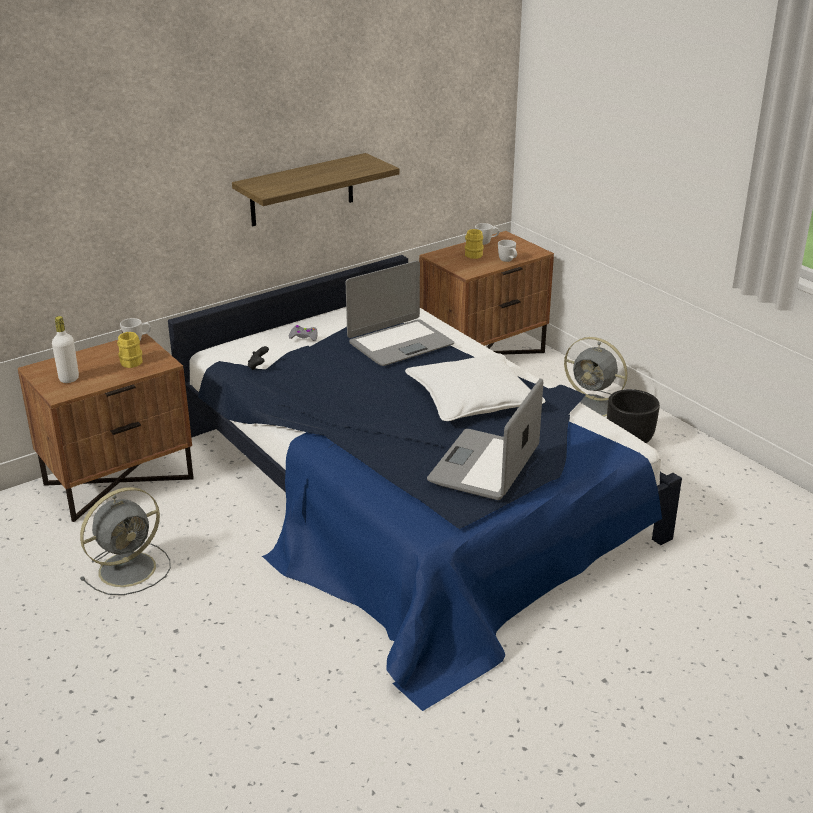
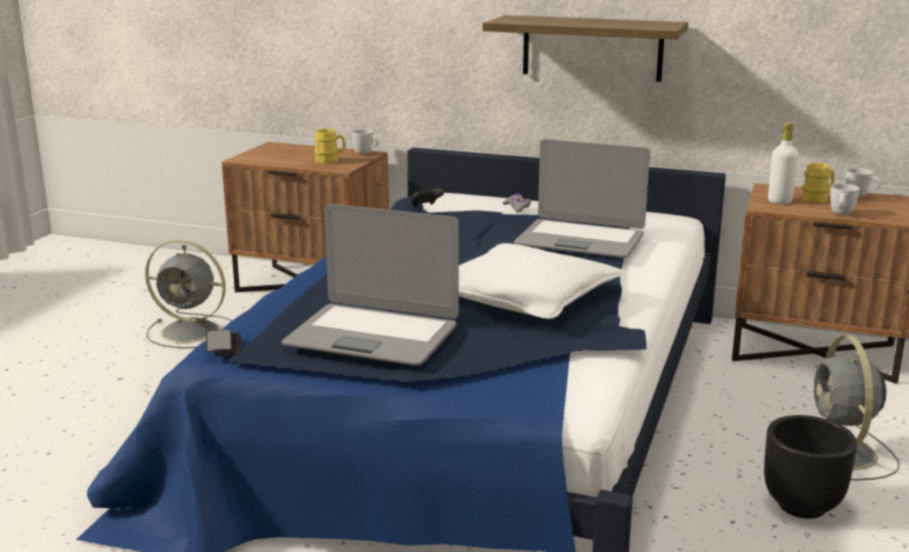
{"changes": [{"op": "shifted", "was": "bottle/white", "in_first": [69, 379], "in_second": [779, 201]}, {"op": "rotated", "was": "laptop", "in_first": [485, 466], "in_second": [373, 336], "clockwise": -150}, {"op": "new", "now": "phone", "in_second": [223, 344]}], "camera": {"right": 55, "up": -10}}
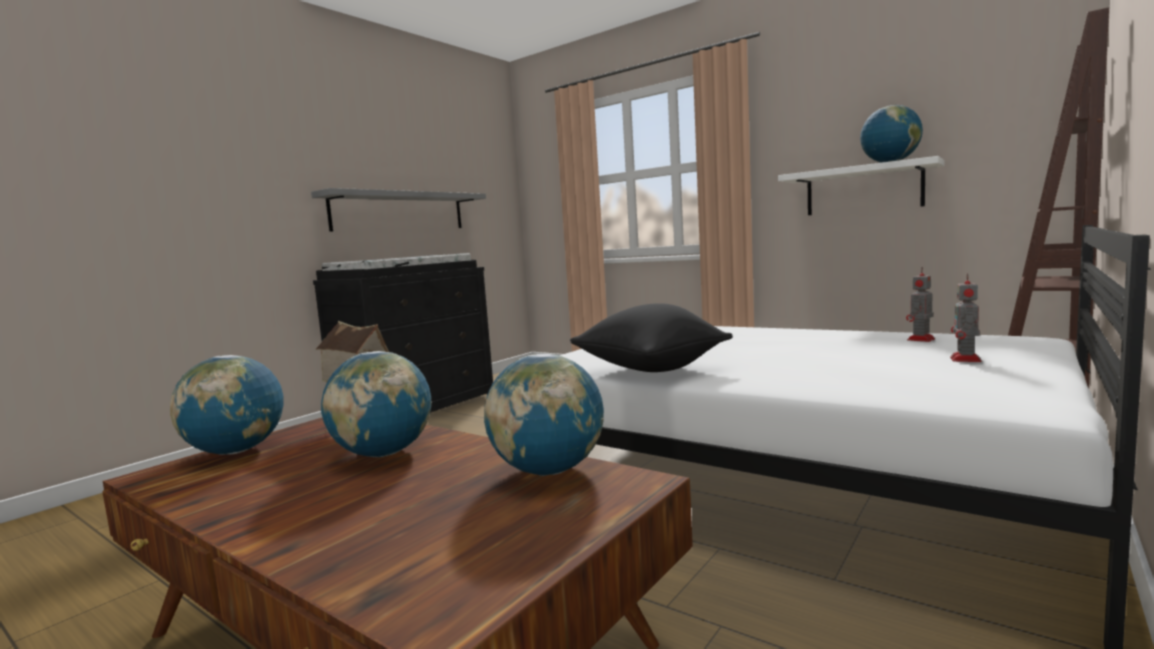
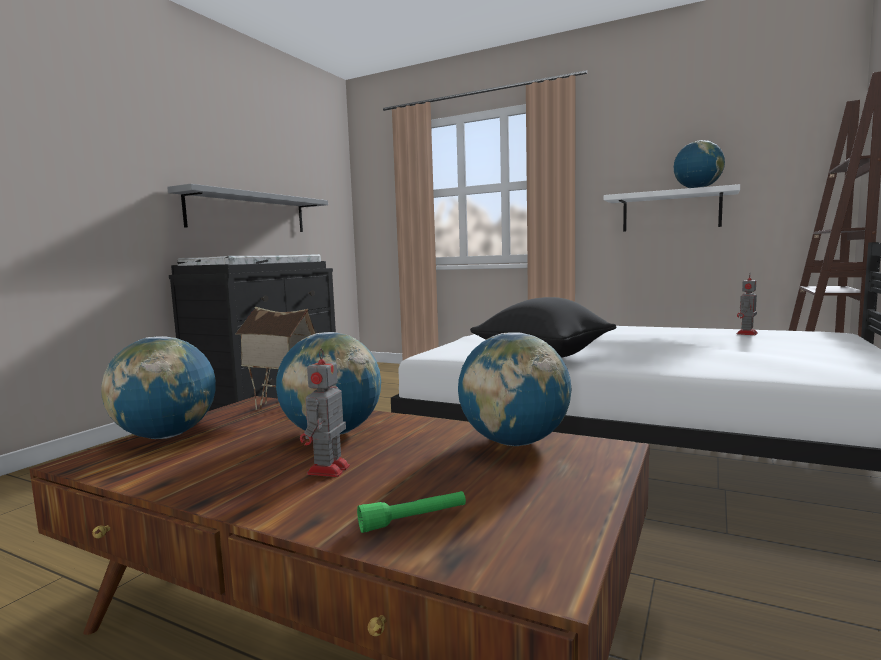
{"changes": [{"op": "shifted", "was": "toy robot", "in_first": [965, 360], "in_second": [327, 471]}, {"op": "new", "now": "flashlight/green", "in_second": [413, 520]}], "camera": {"right": -10, "up": 0}}
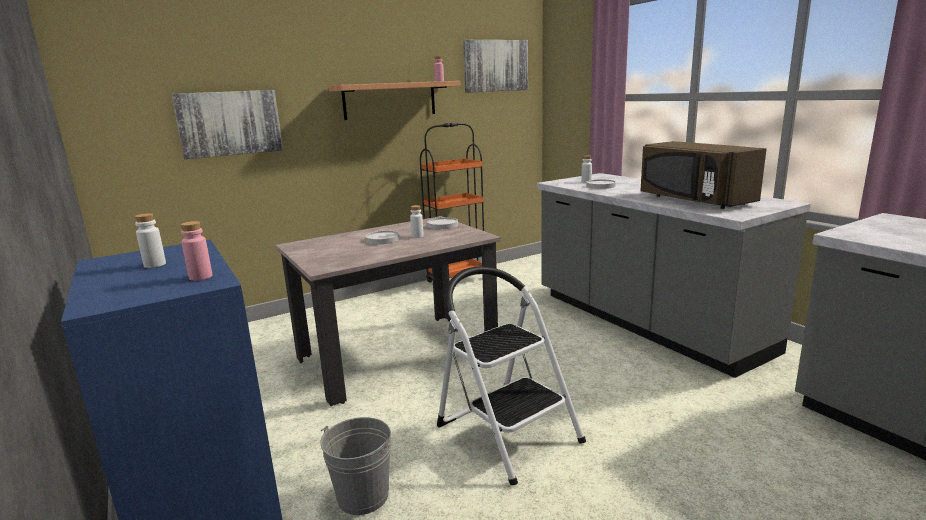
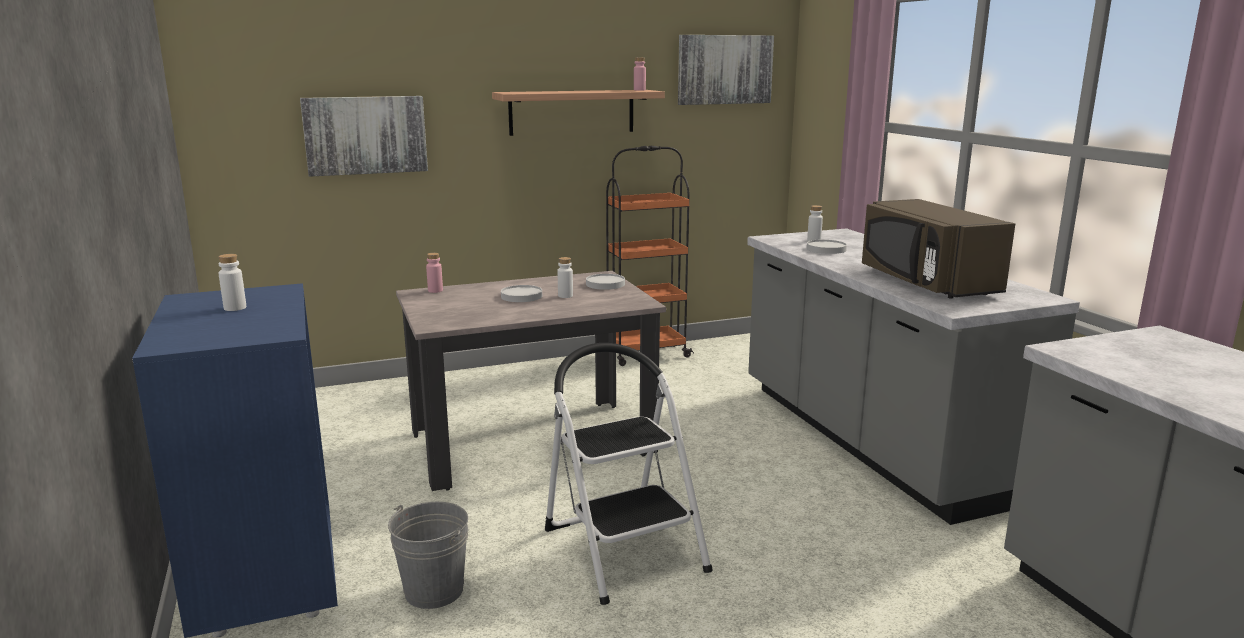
{"changes": [{"op": "shifted", "was": "bottle/pink", "in_first": [200, 277], "in_second": [435, 290]}], "camera": {"right": 10, "up": 0}}
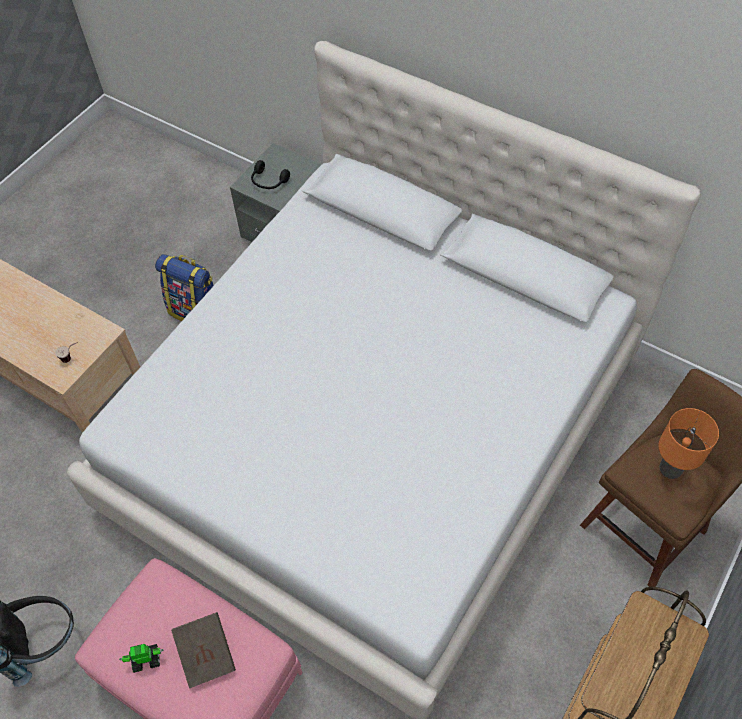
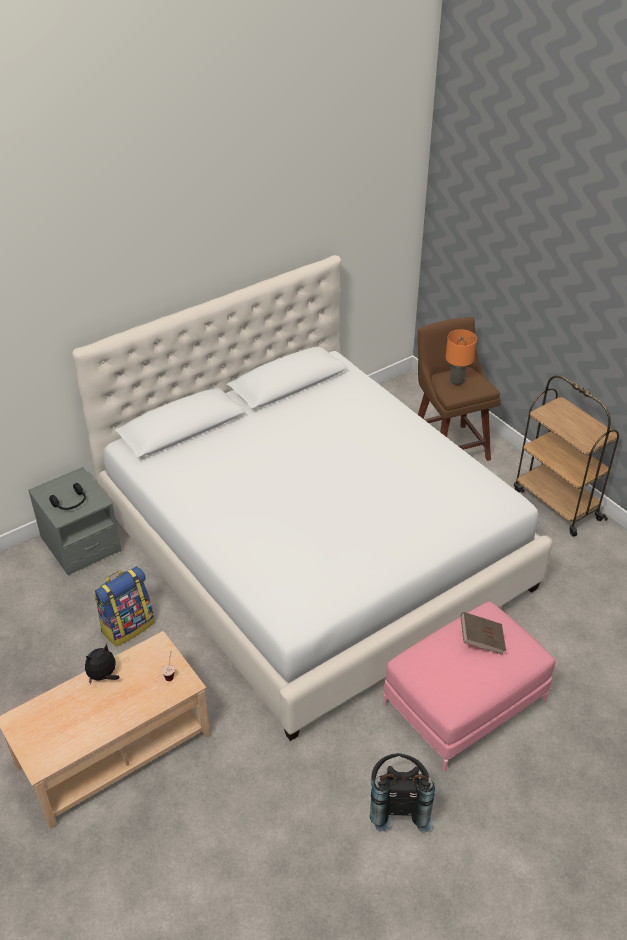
{"changes": [{"op": "gone", "was": "toy robot", "in_first": [145, 659]}, {"op": "new", "now": "plush toy", "in_second": [103, 676]}], "camera": {"right": -70, "up": -15}}
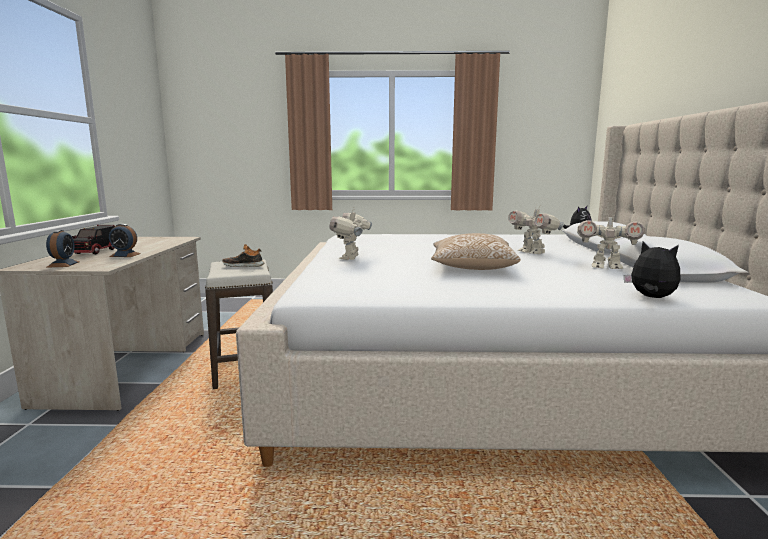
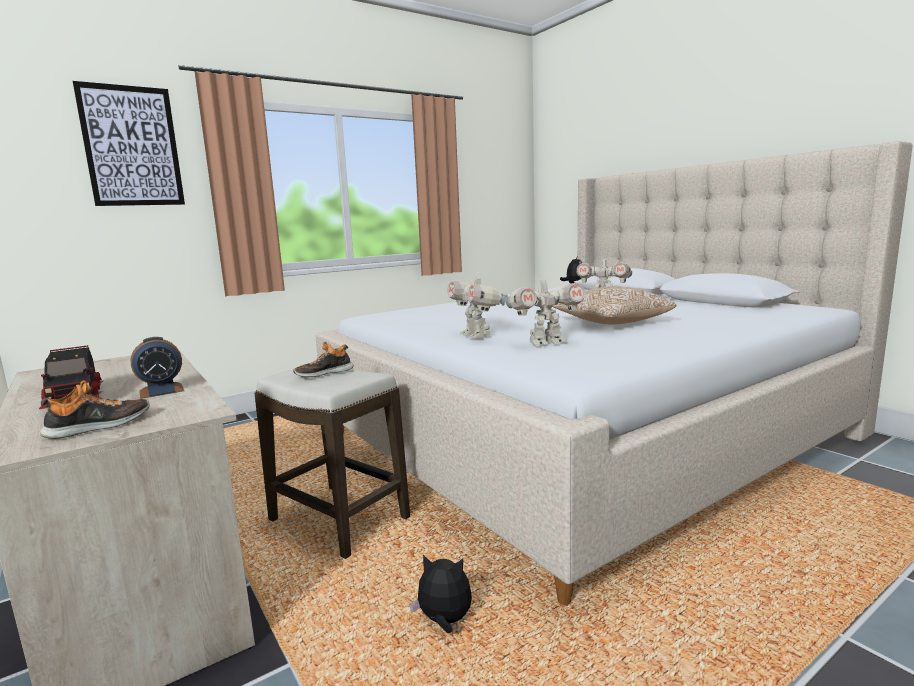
{"changes": [{"op": "swapped", "was": "alarm clock", "now": "shoe", "in_first": [63, 264], "in_second": [99, 426]}, {"op": "shifted", "was": "toy robot", "in_first": [605, 267], "in_second": [545, 343]}, {"op": "shifted", "was": "plush toy", "in_first": [651, 297], "in_second": [444, 621]}, {"op": "new", "now": "picture", "in_second": [132, 146]}], "camera": {"right": -35, "up": 0}}
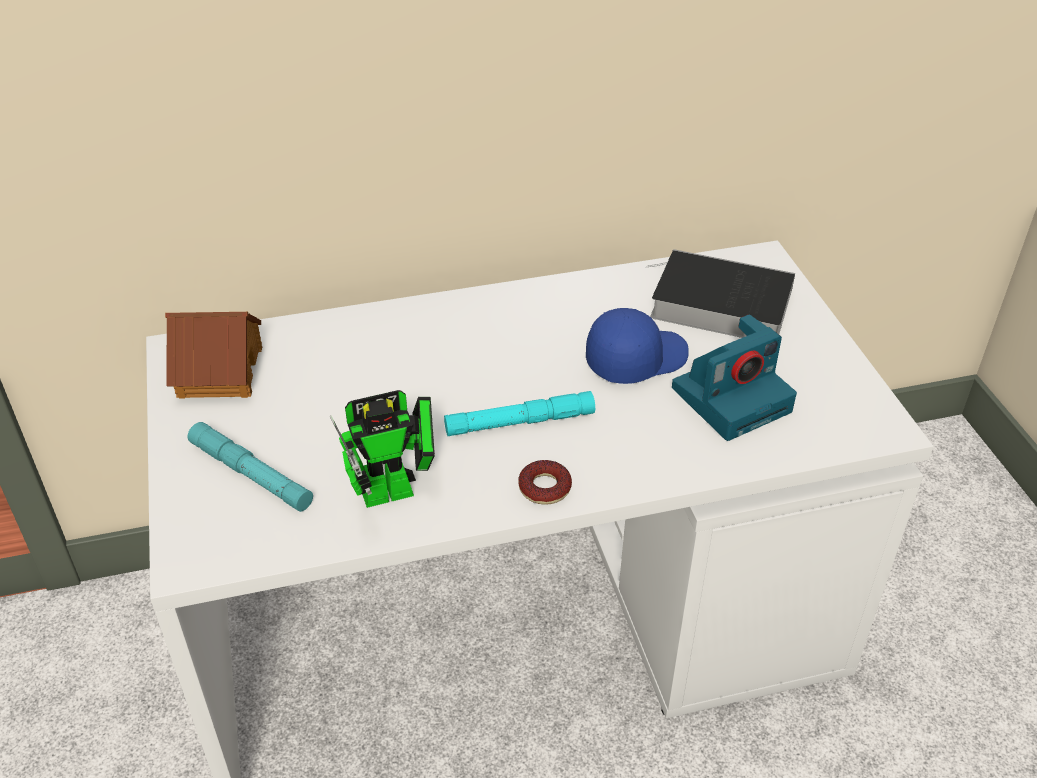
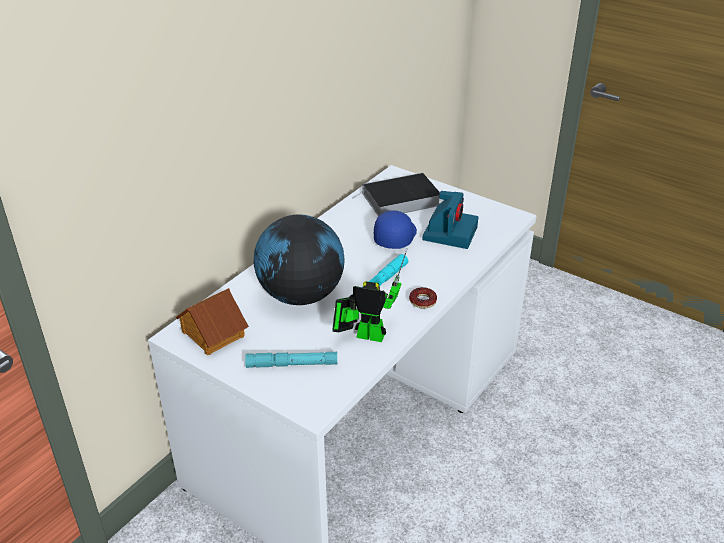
{"changes": [{"op": "rotated", "was": "toy robot", "in_first": [396, 491], "in_second": [365, 335], "clockwise": -105}, {"op": "new", "now": "globe", "in_second": [300, 295]}], "camera": {"right": -40, "up": -5}}
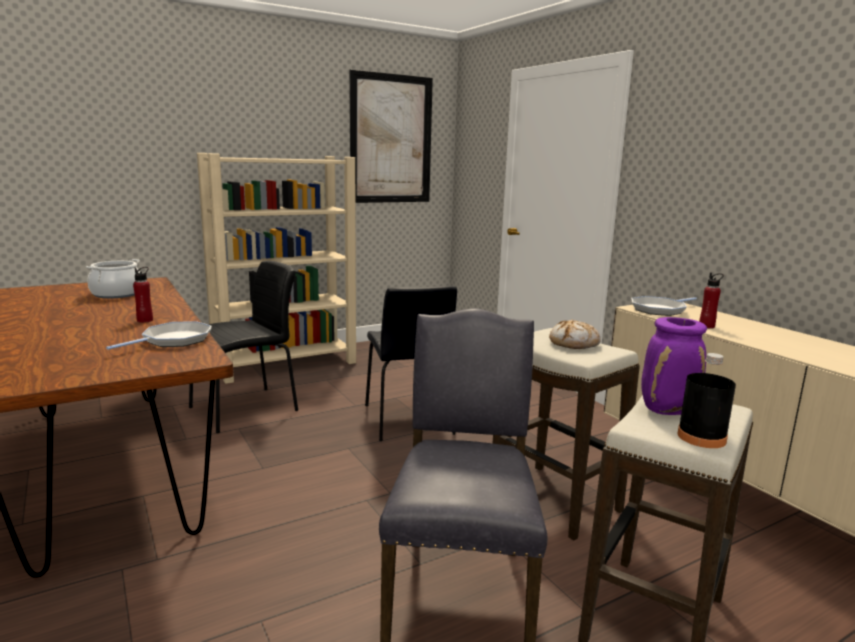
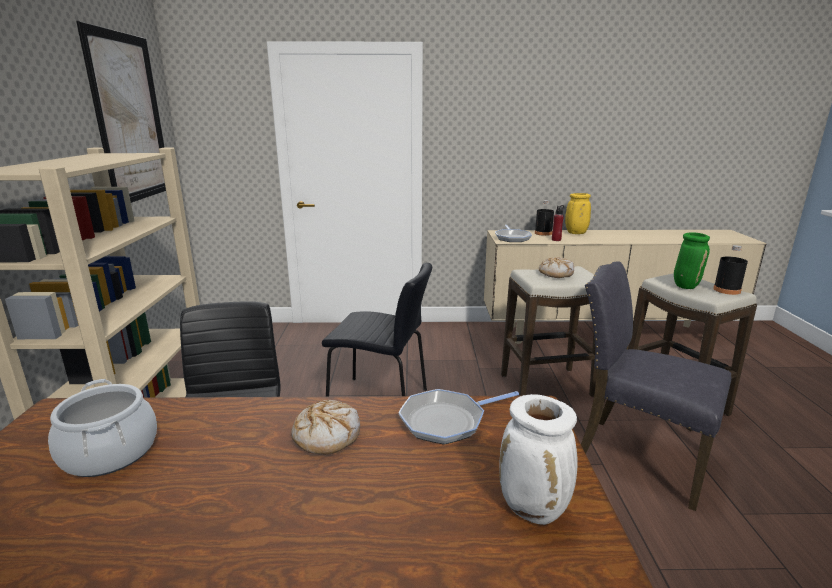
{"changes": [{"op": "rotated", "was": "frying pan", "in_first": [173, 340], "in_second": [447, 421], "clockwise": -90}, {"op": "swapped", "was": "bottle/red", "now": "bread", "in_first": [145, 320], "in_second": [327, 435]}, {"op": "repainted", "was": "vase/purple", "now": "vase/green", "in_first": [668, 410], "in_second": [685, 286]}, {"op": "new", "now": "vase/white", "in_second": [534, 510]}, {"op": "new", "now": "bottle/black", "in_second": [543, 233]}, {"op": "new", "now": "vase/yellow", "in_second": [575, 233]}], "camera": {"right": -60, "up": 5}}
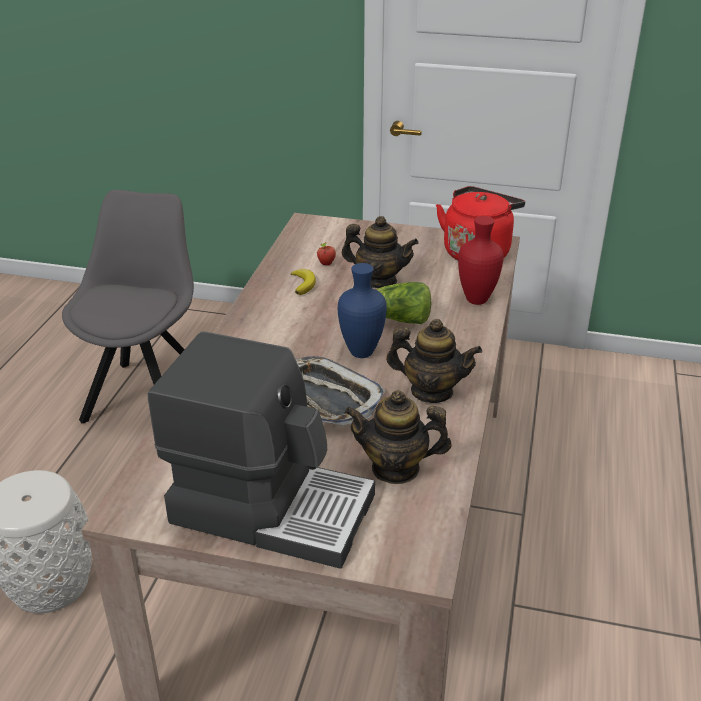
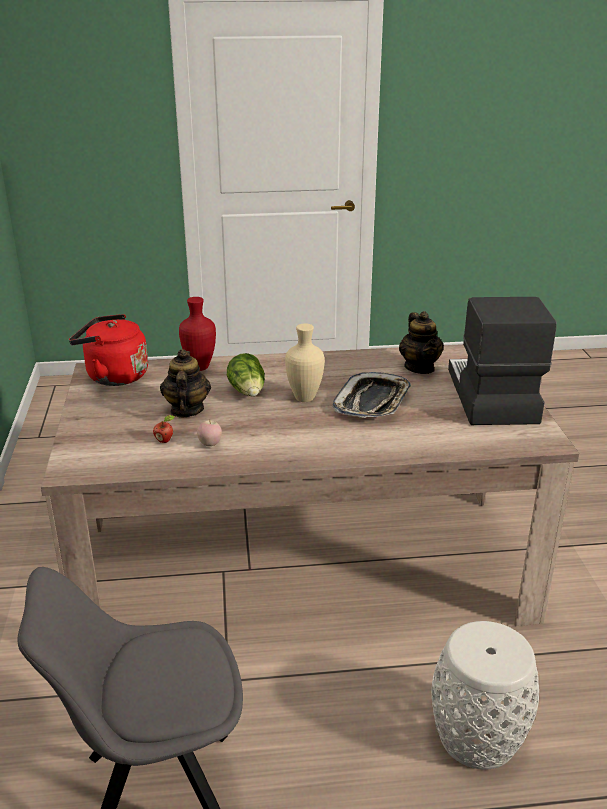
{"changes": [{"op": "swapped", "was": "banana", "now": "apple", "in_first": [303, 284], "in_second": [210, 444]}, {"op": "repainted", "was": "vase/blue", "now": "vase/beige", "in_first": [361, 353], "in_second": [306, 398]}, {"op": "gone", "was": "teapot", "in_first": [431, 391]}], "camera": {"right": -110, "up": -5}}
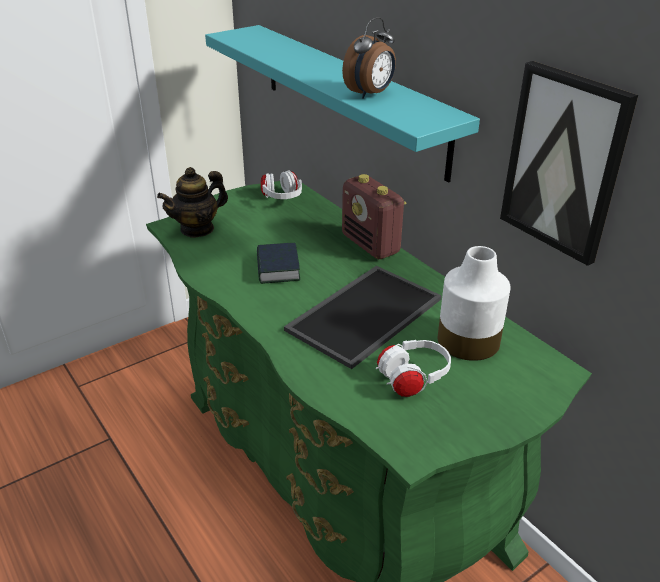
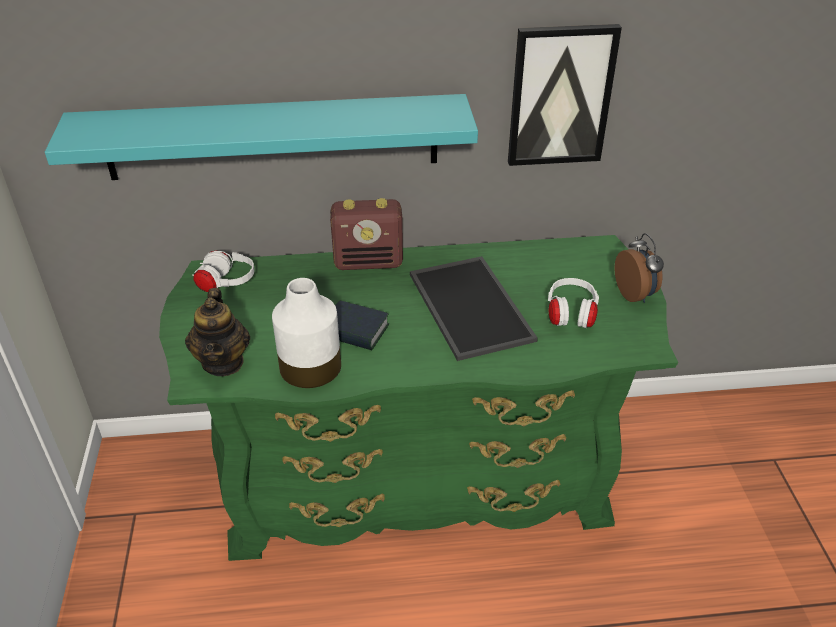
{"changes": [{"op": "shifted", "was": "alarm clock", "in_first": [370, 94], "in_second": [635, 294]}, {"op": "shifted", "was": "vase/white", "in_first": [467, 340], "in_second": [309, 366]}], "camera": {"right": -60, "up": 5}}
